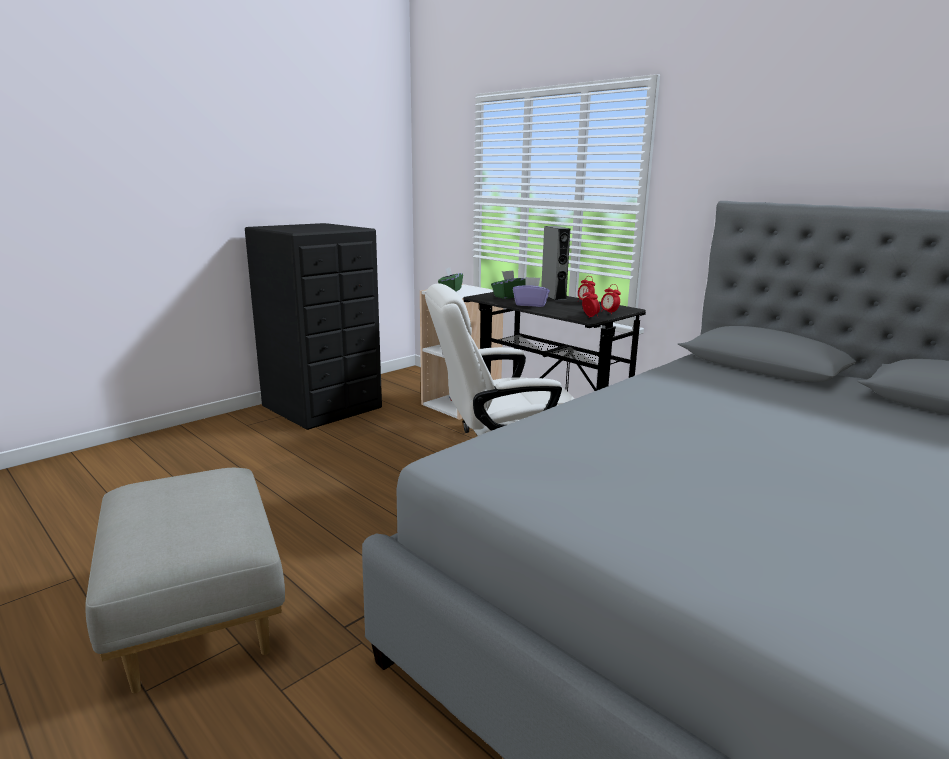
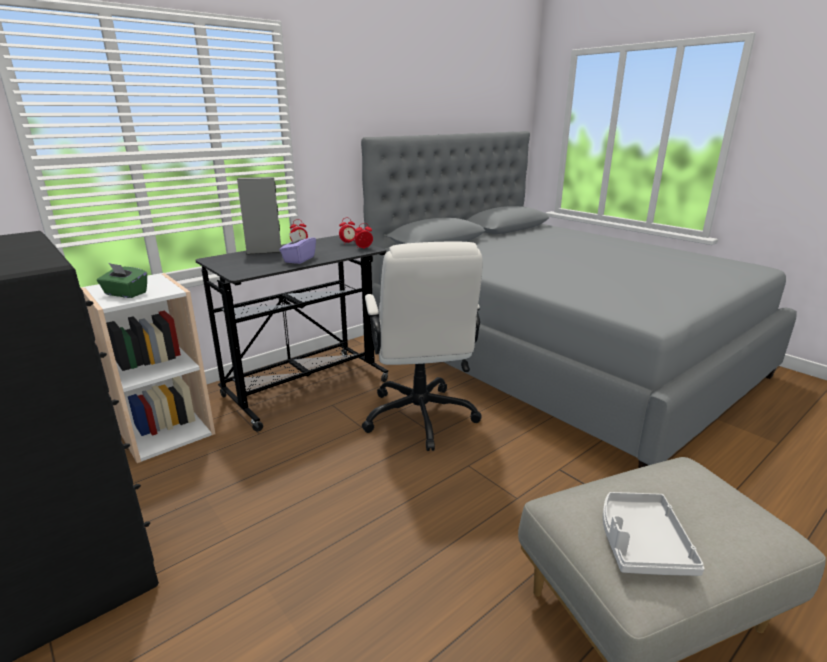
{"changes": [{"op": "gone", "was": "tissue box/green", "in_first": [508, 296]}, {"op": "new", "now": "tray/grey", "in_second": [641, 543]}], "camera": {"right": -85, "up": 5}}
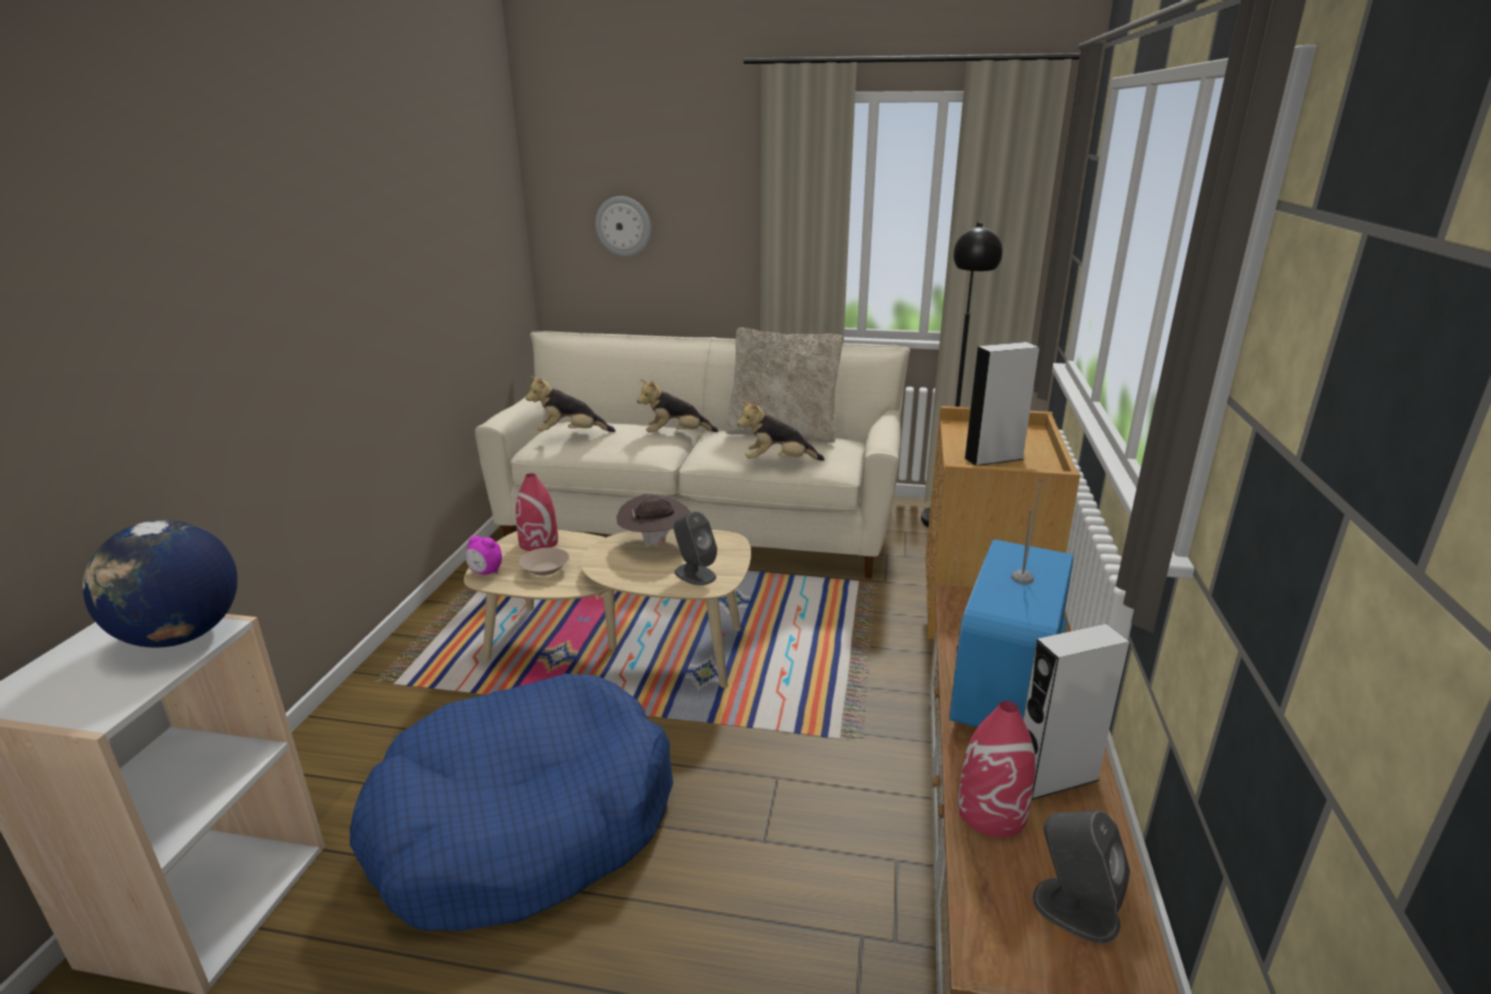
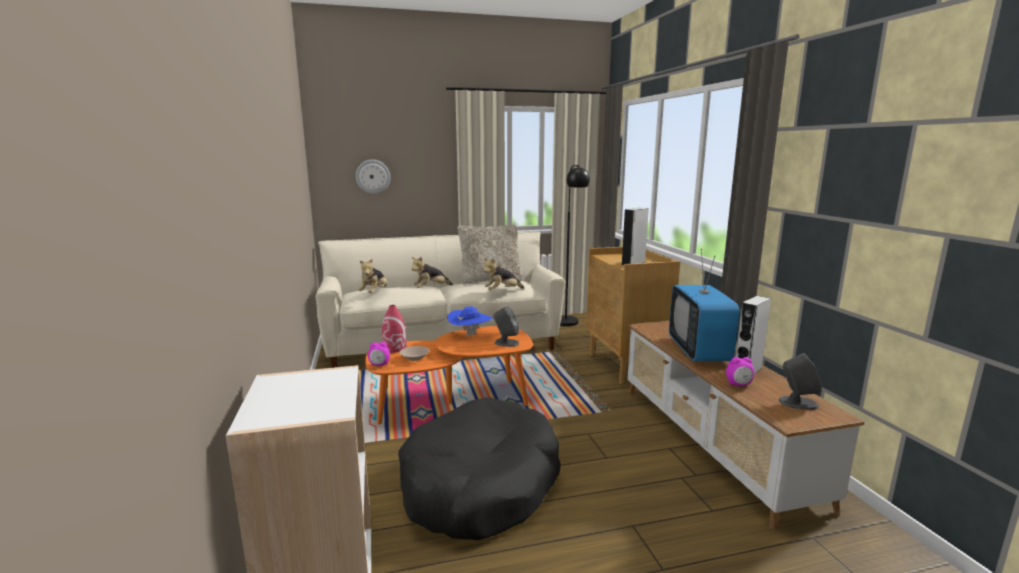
{"changes": [{"op": "gone", "was": "globe", "in_first": [180, 636]}, {"op": "repainted", "was": "dog bed/blue", "now": "dog bed/black", "in_first": [524, 823], "in_second": [480, 485]}, {"op": "repainted", "was": "coffee table/beige", "now": "coffee table/orange", "in_first": [618, 646], "in_second": [451, 402]}, {"op": "rotated", "was": "plush toy", "in_first": [571, 434], "in_second": [374, 293], "clockwise": -45}, {"op": "repainted", "was": "hat/brown", "now": "hat/blue", "in_first": [656, 543], "in_second": [470, 335]}, {"op": "swapped", "was": "vase/red", "now": "alarm clock", "in_first": [992, 811], "in_second": [738, 385]}], "camera": {"right": -25, "up": -10}}
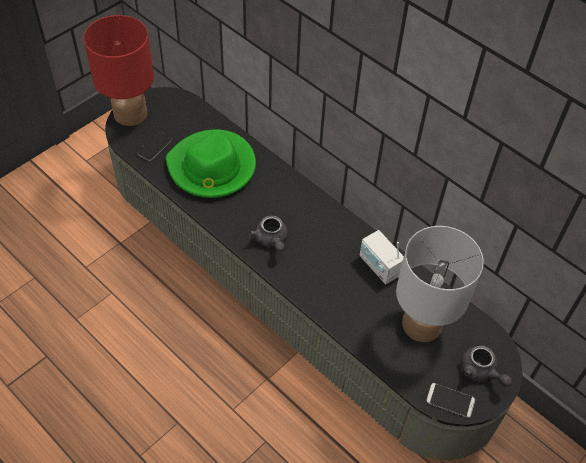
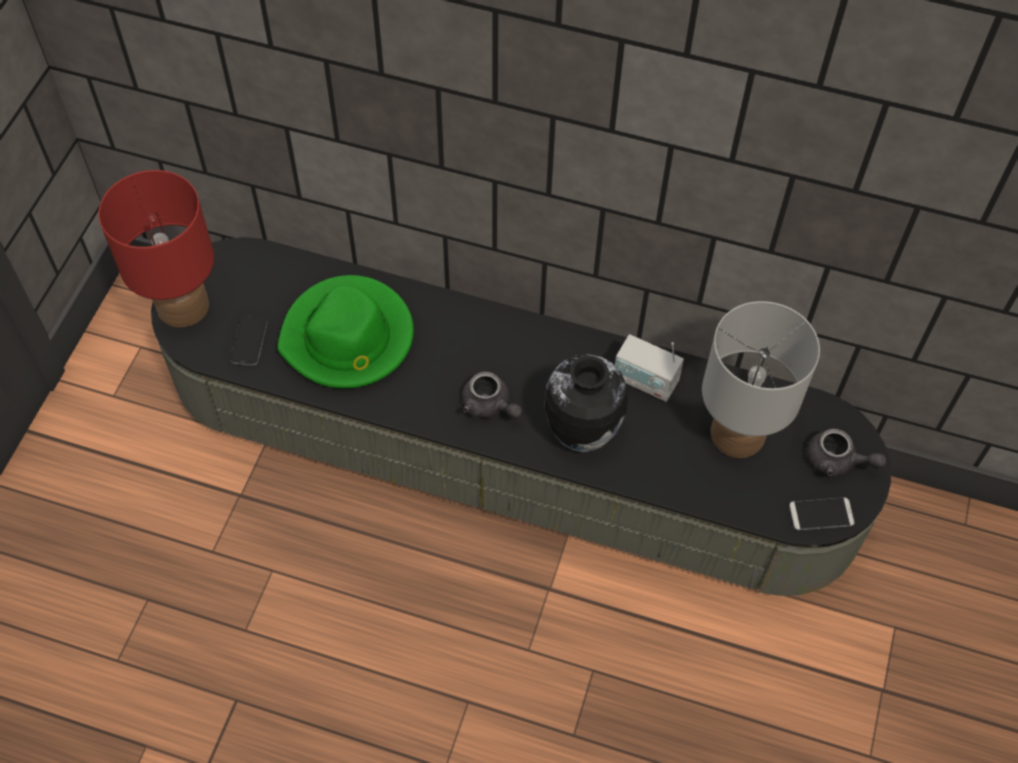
{"changes": [{"op": "new", "now": "vase", "in_second": [580, 434]}], "camera": {"right": -25, "up": 5}}
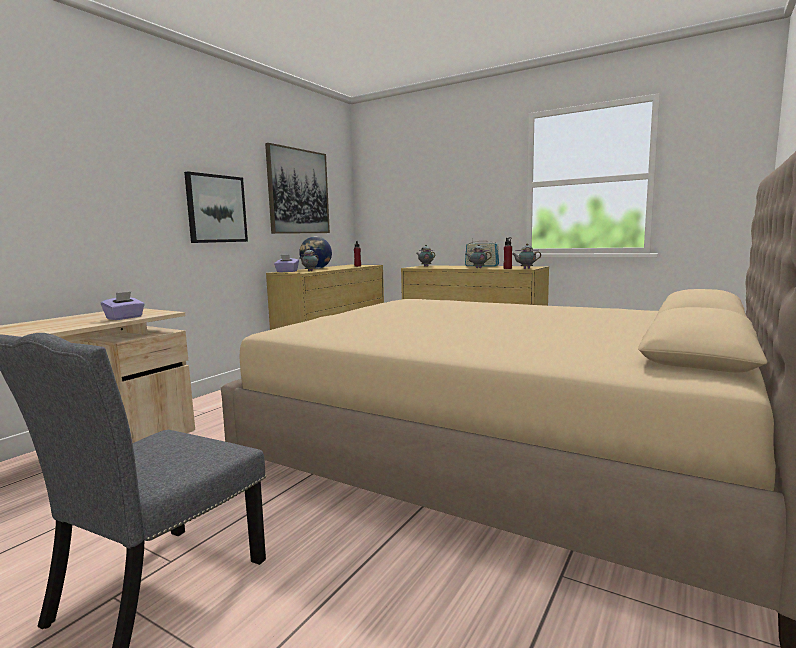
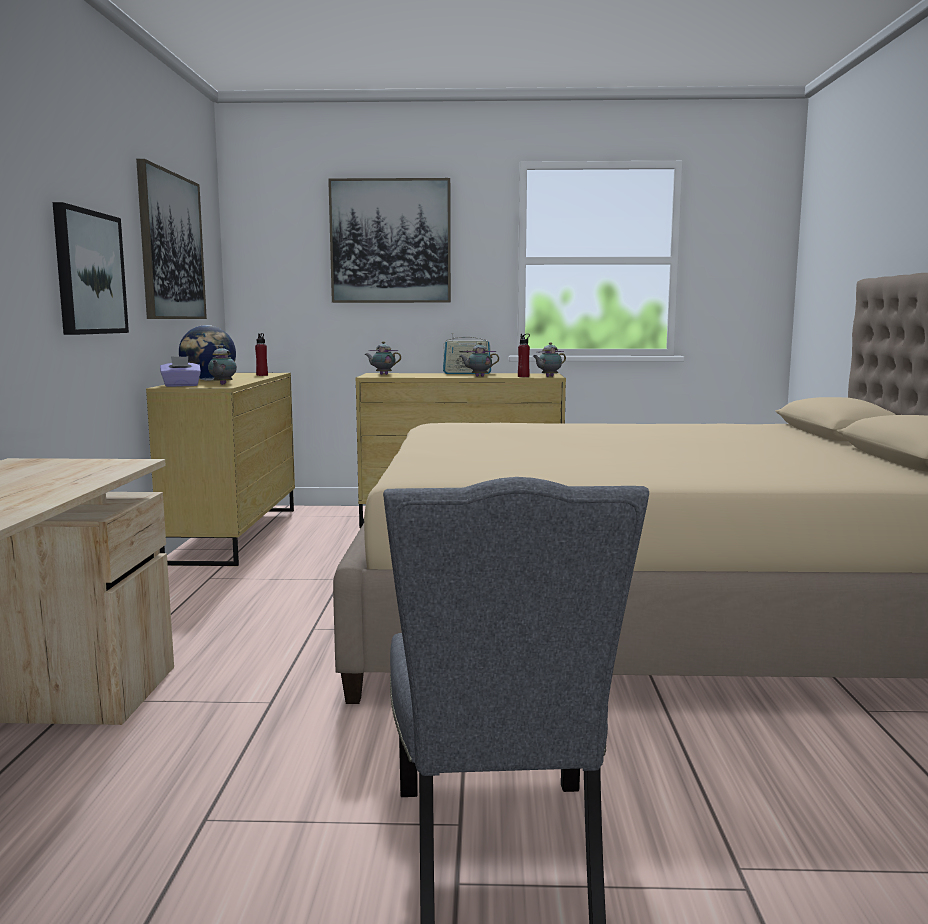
{"changes": [{"op": "gone", "was": "tissue box/purple", "in_first": [125, 318]}, {"op": "new", "now": "picture", "in_second": [390, 241]}], "camera": {"right": -30, "up": 0}}
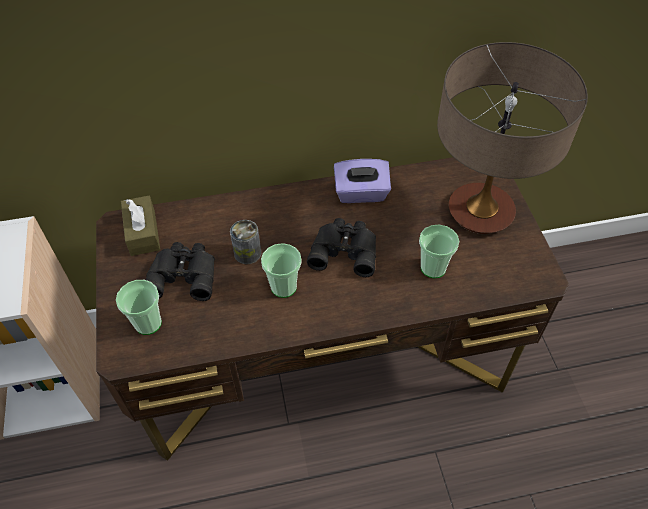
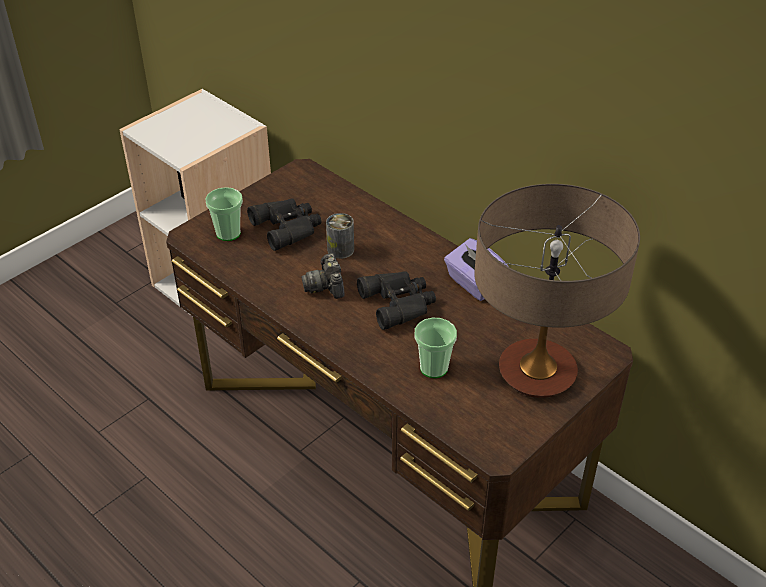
{"changes": [{"op": "gone", "was": "tissue box/brown", "in_first": [143, 232]}, {"op": "swapped", "was": "cup", "now": "photo camera", "in_first": [283, 287], "in_second": [326, 286]}], "camera": {"right": 55, "up": -10}}
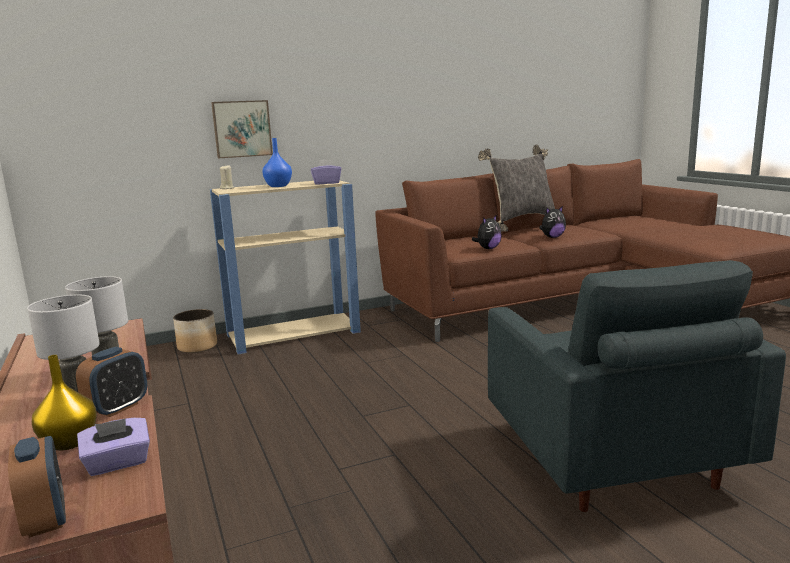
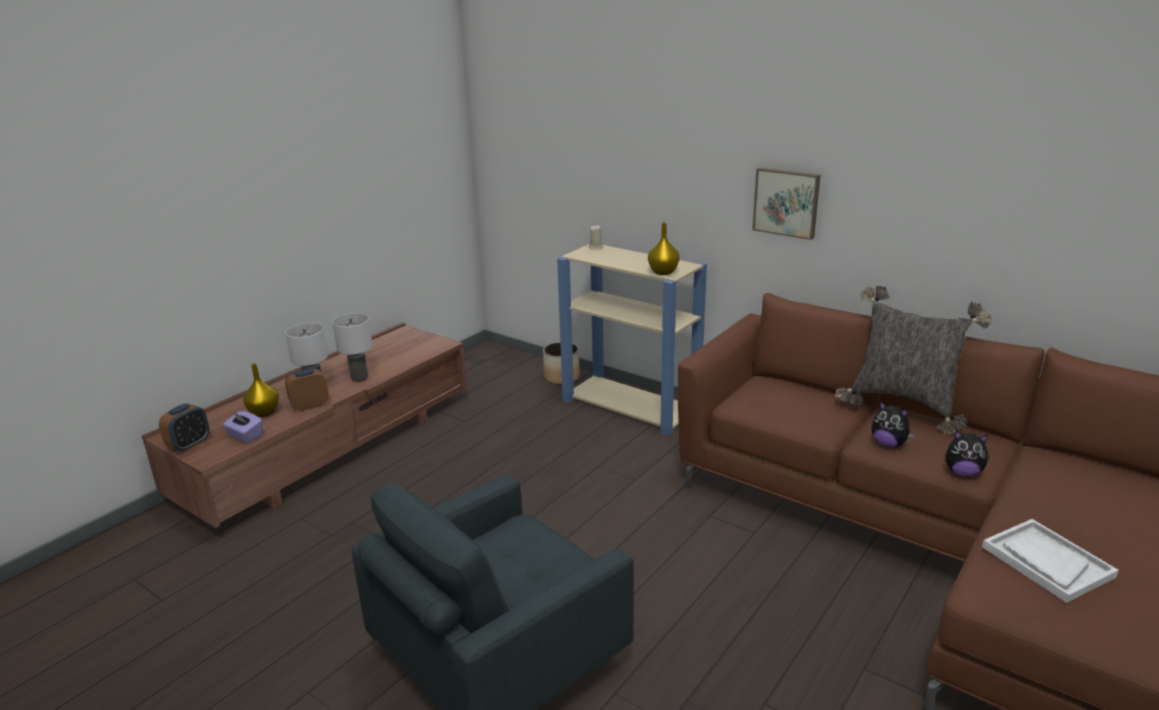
{"changes": [{"op": "rotated", "was": "alarm clock", "in_first": [117, 408], "in_second": [310, 405], "clockwise": 150}, {"op": "shifted", "was": "picture", "in_first": [242, 129], "in_second": [786, 202]}, {"op": "gone", "was": "vase/blue", "in_first": [278, 186]}, {"op": "swapped", "was": "tissue box/purple", "now": "vase/yellow", "in_first": [326, 183], "in_second": [662, 272]}, {"op": "shifted", "was": "plush toy", "in_first": [488, 248], "in_second": [962, 472]}, {"op": "new", "now": "tray/white", "in_second": [1046, 562]}], "camera": {"right": 60, "up": 10}}
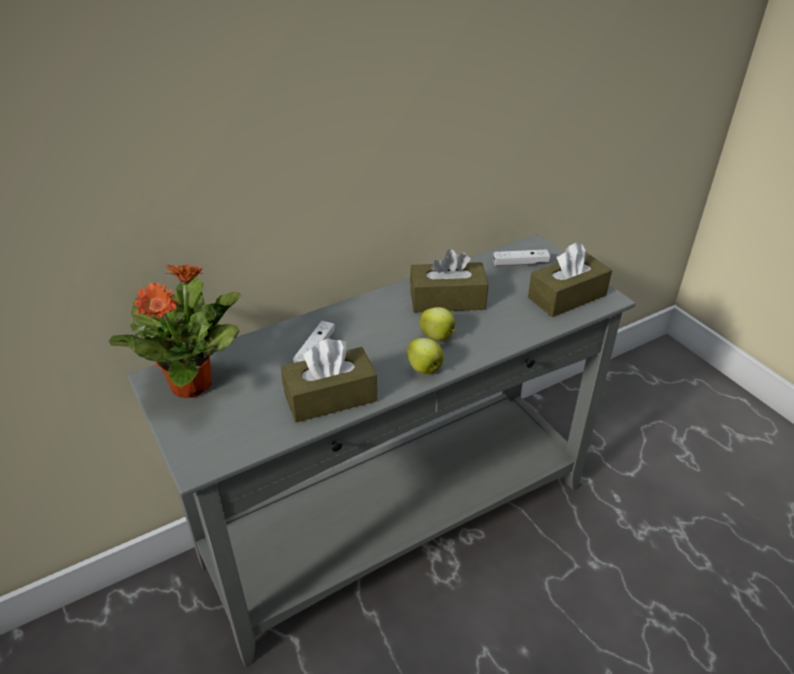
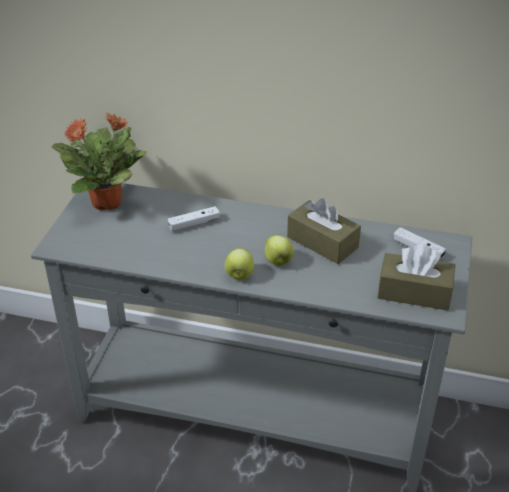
{"changes": [{"op": "gone", "was": "tissue box/brown", "in_first": [330, 397]}], "camera": {"right": 45, "up": 0}}
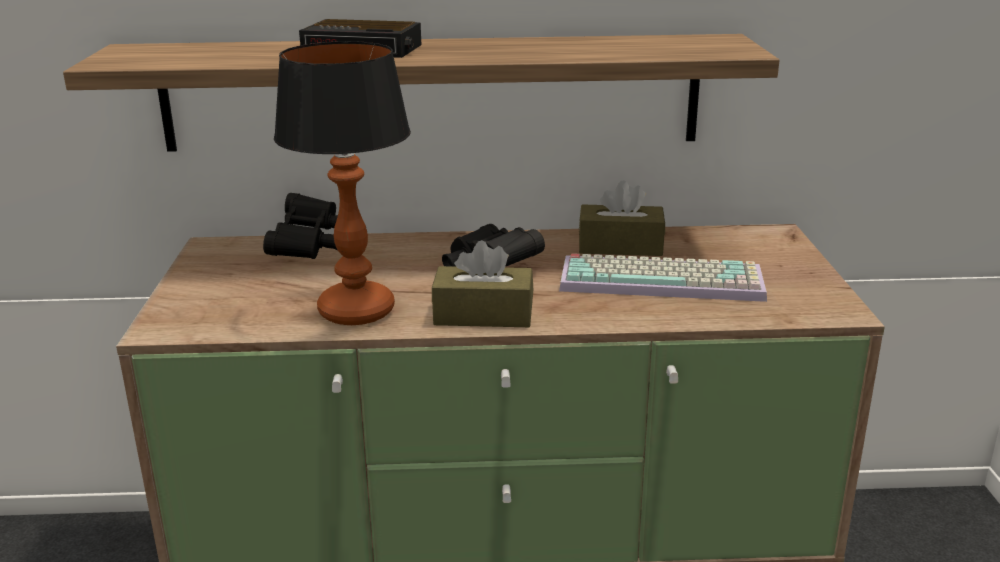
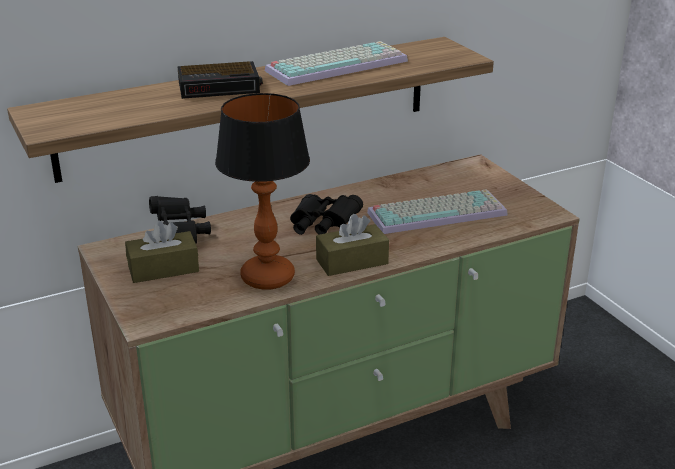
{"changes": [{"op": "shifted", "was": "tissue box/brown", "in_first": [620, 246], "in_second": [163, 269]}, {"op": "new", "now": "keyboard", "in_second": [337, 65]}], "camera": {"right": -25, "up": 5}}
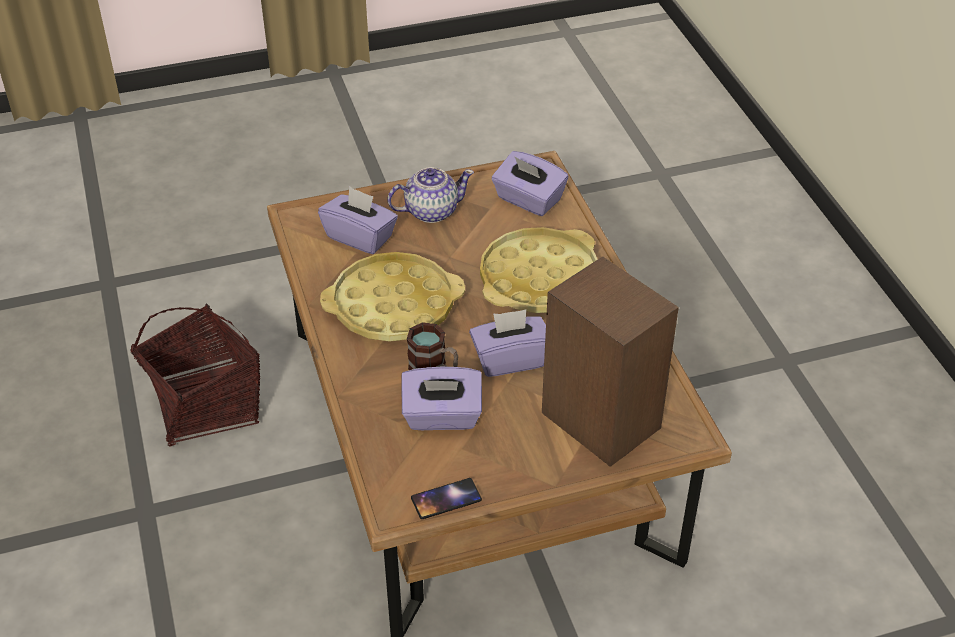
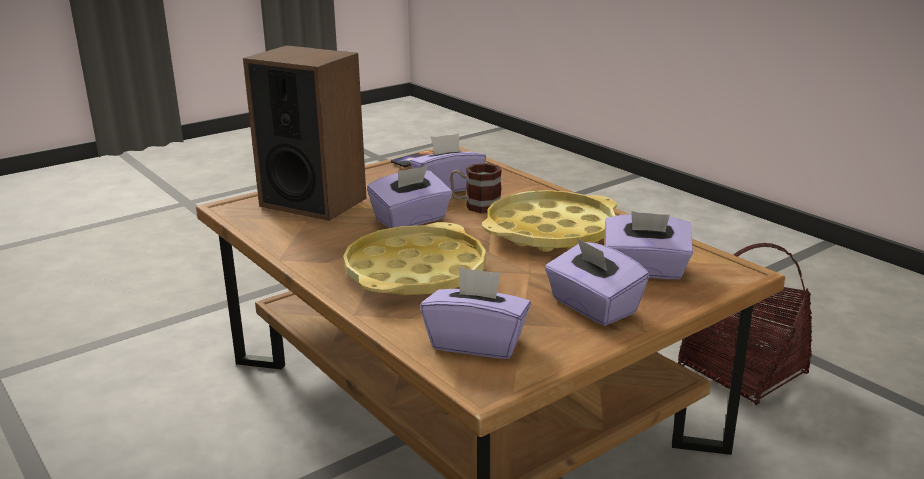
{"changes": [{"op": "swapped", "was": "teapot", "now": "tissue box/purple", "in_first": [430, 211], "in_second": [593, 307]}], "camera": {"right": 160, "up": -20}}
